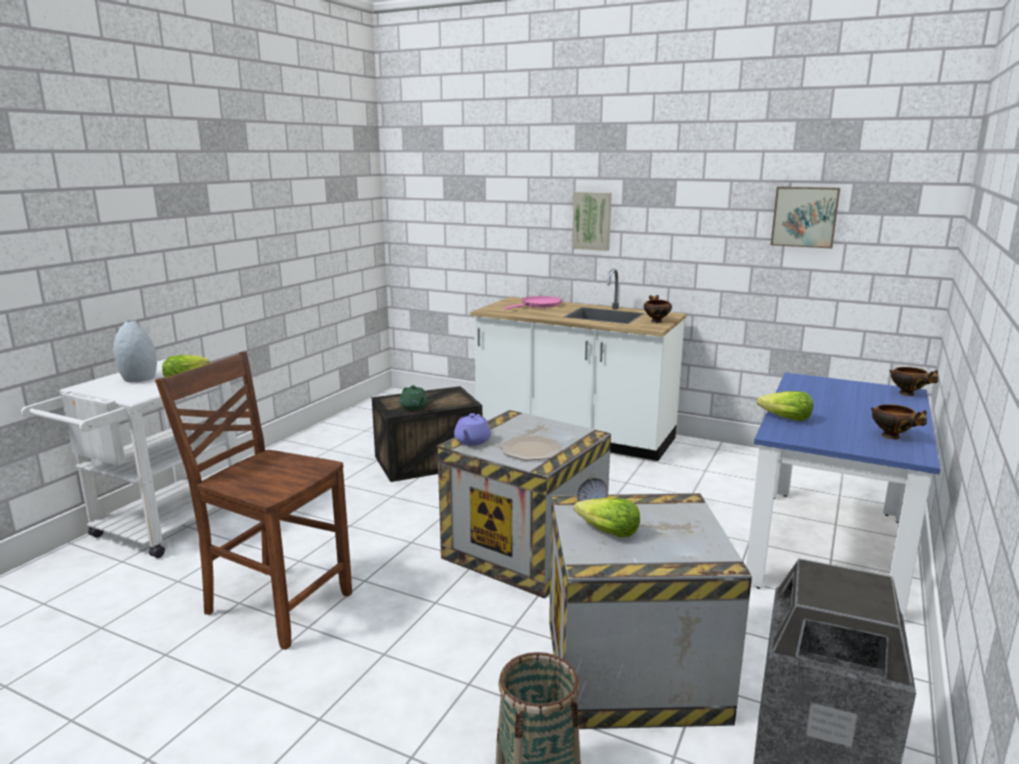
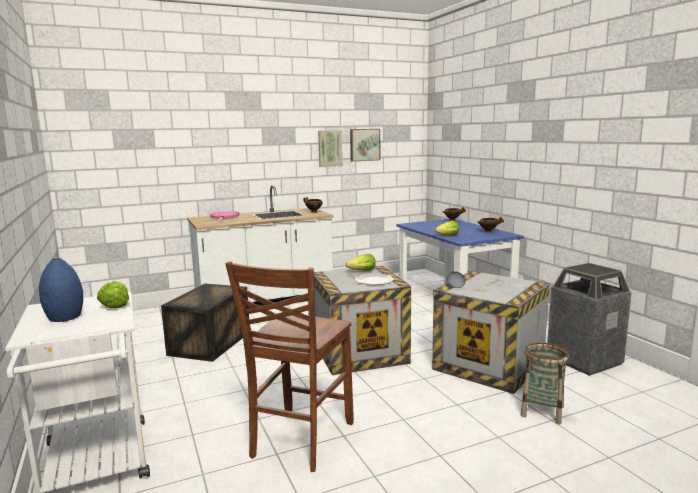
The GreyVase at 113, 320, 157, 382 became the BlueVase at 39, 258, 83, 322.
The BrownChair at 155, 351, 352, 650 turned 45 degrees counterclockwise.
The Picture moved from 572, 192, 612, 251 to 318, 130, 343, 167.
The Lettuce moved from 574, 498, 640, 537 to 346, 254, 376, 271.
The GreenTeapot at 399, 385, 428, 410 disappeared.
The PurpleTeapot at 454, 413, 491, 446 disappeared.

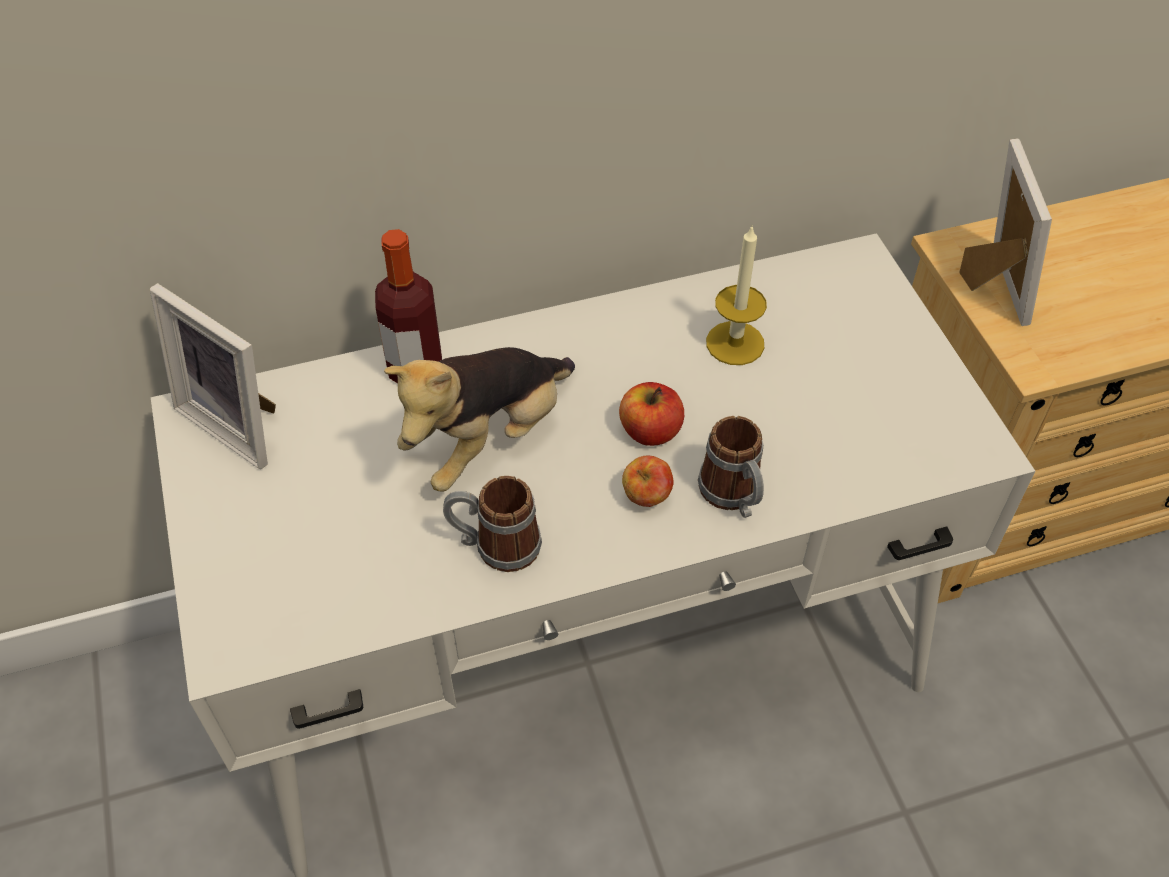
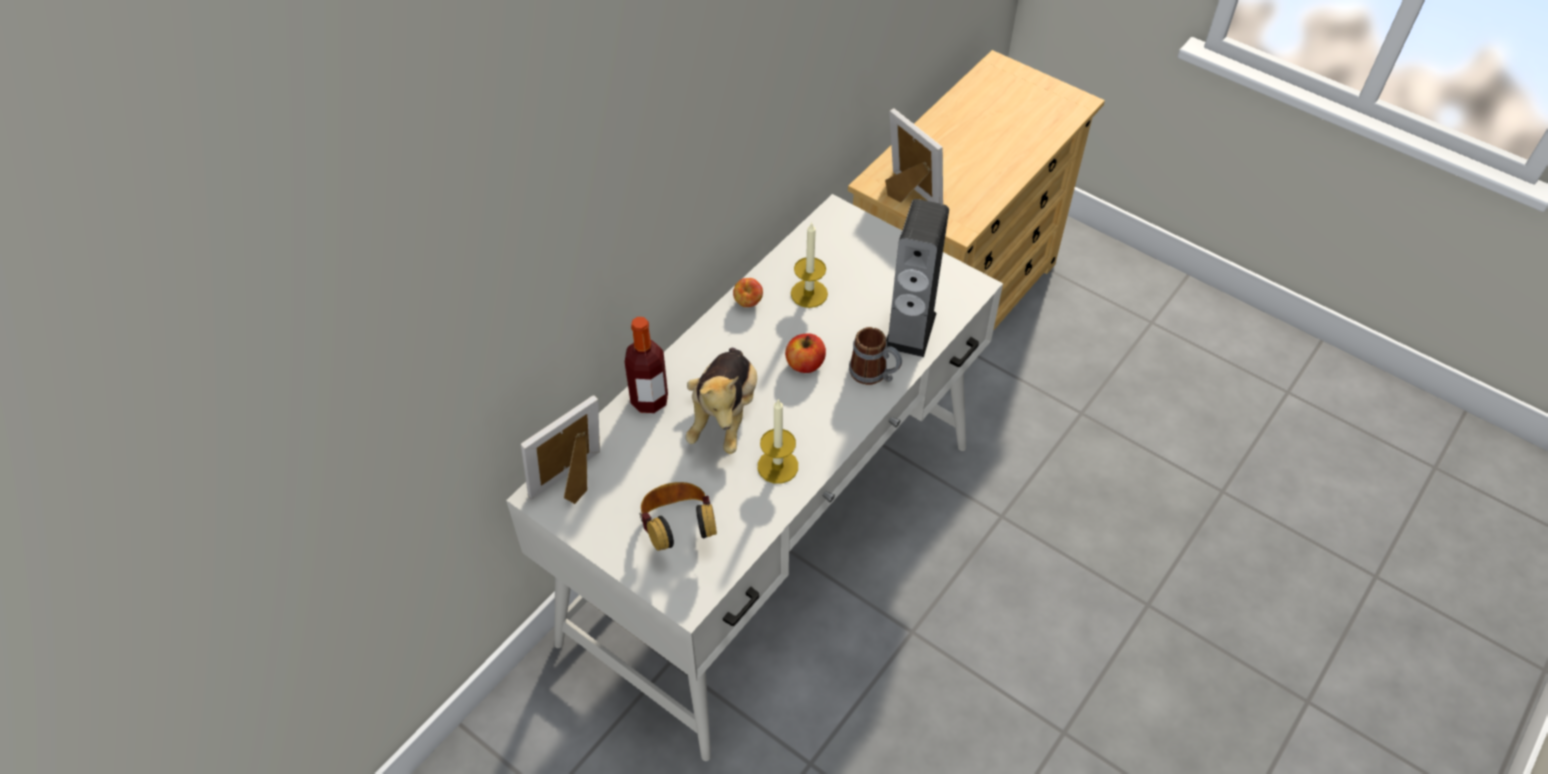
The PictureFrame at 150, 283, 276, 469 turned 135 degrees clockwise.
The Headphones at 640, 482, 717, 551 appeared.
The Apple moved from 622, 456, 674, 507 to 733, 278, 763, 307.
The Mug at 443, 476, 542, 572 was replaced by the Candle at 758, 399, 798, 484.
The Speaker at 886, 199, 949, 357 appeared.

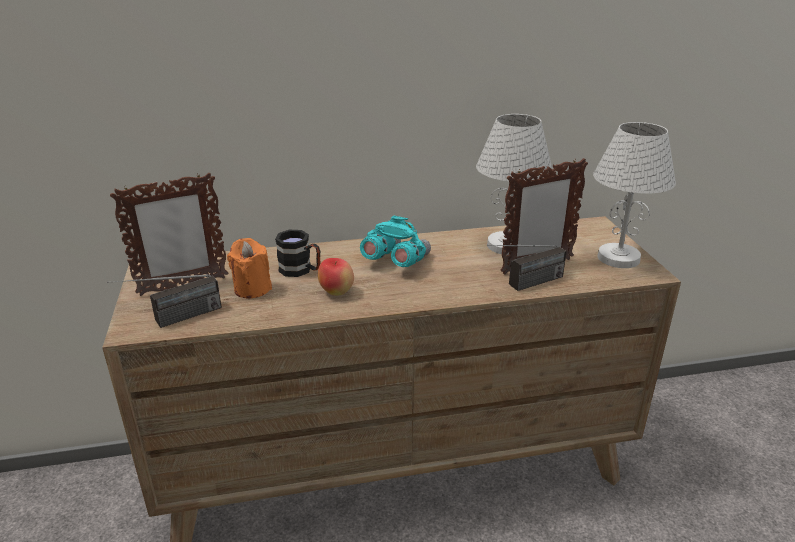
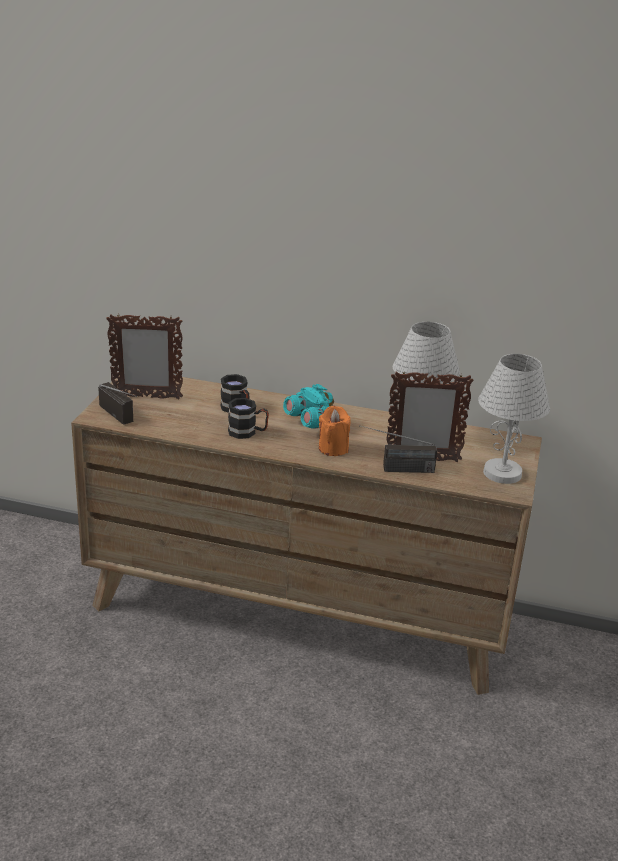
The Radio at 107, 274, 222, 328 turned 120 degrees counterclockwise.
The Apple at 318, 258, 354, 296 was replaced by the BlackMug at 228, 398, 269, 439.
The OrangeCandle moved from 227, 238, 272, 299 to 319, 406, 350, 456.

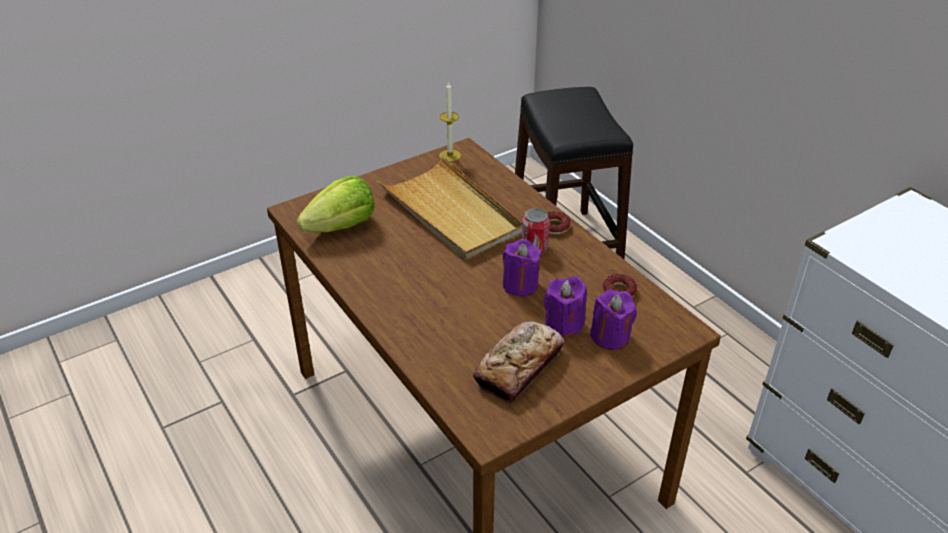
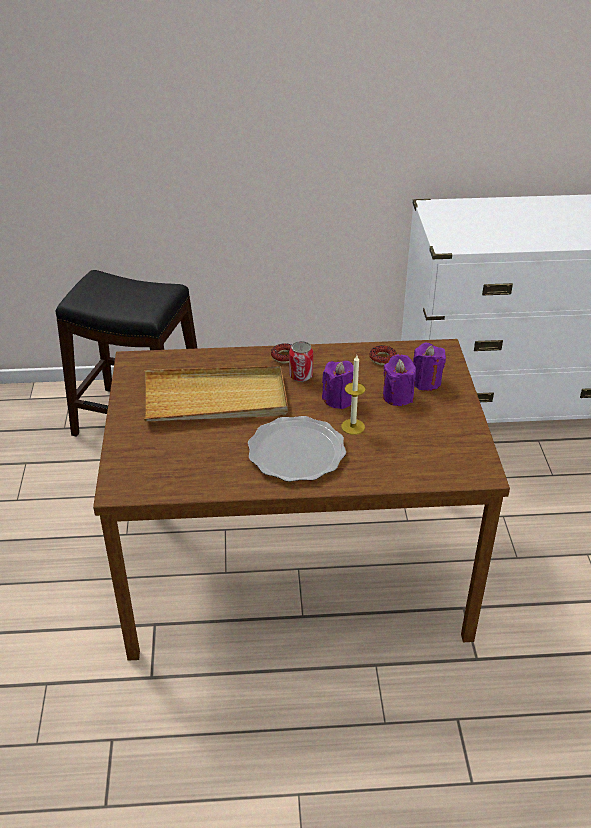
The Plate at 248, 416, 346, 482 appeared.
The Candle moved from 439, 81, 461, 162 to 341, 355, 365, 435.
The Lettuce at 297, 176, 375, 232 disappeared.
The Bread at 473, 321, 564, 404 disappeared.

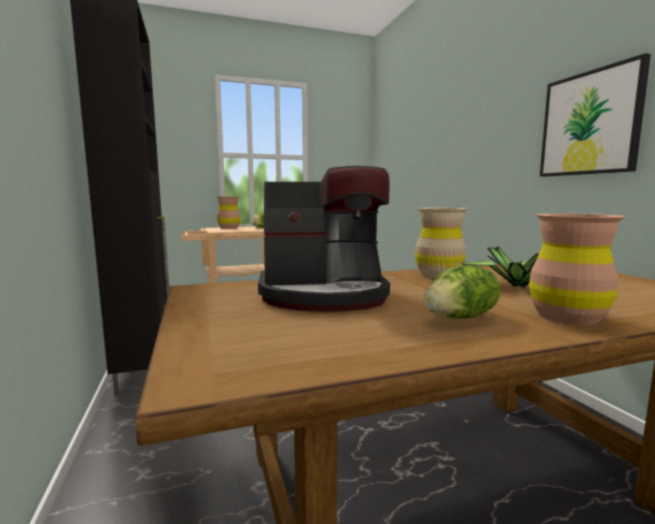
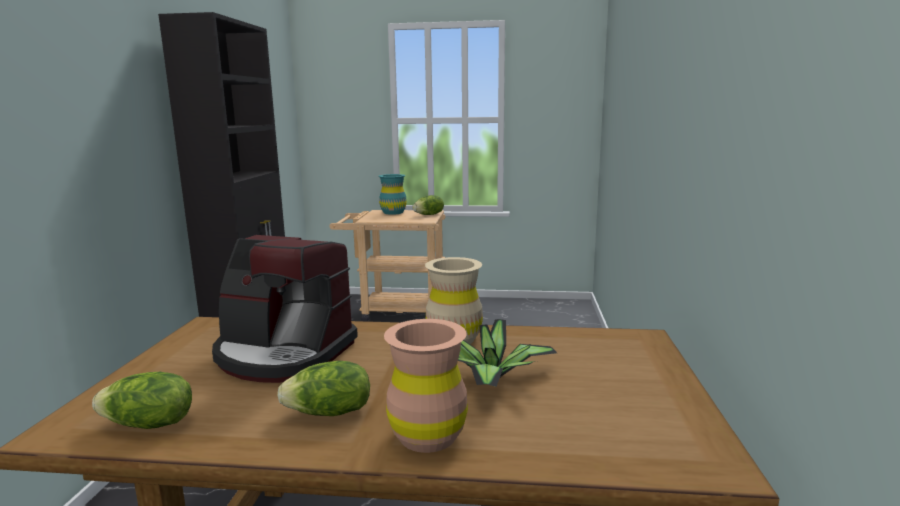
The Lettuce at 92, 372, 192, 429 appeared.
The BrownVase at 217, 197, 241, 229 became the TurquoiseVase at 379, 174, 407, 215.
The Picture at 540, 53, 651, 177 disappeared.

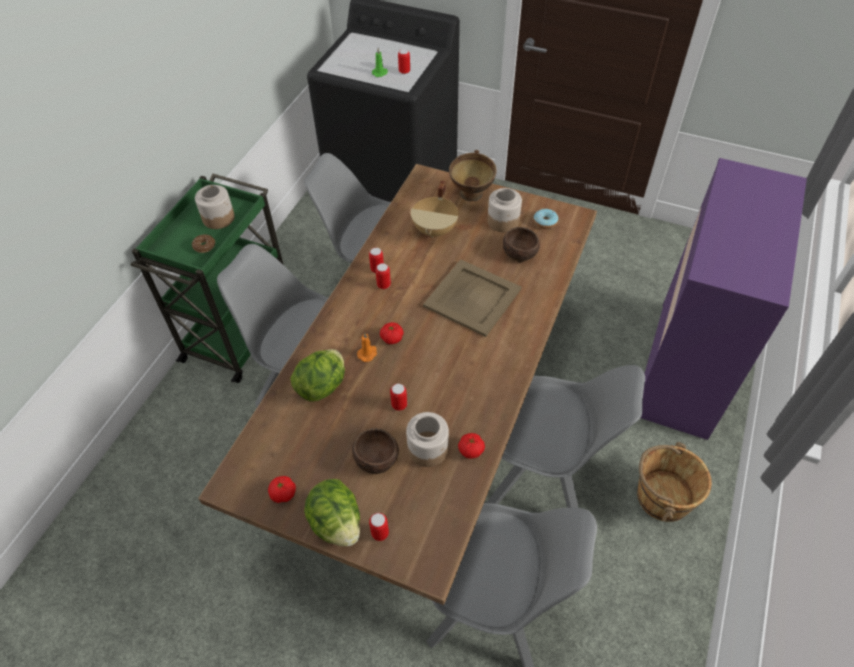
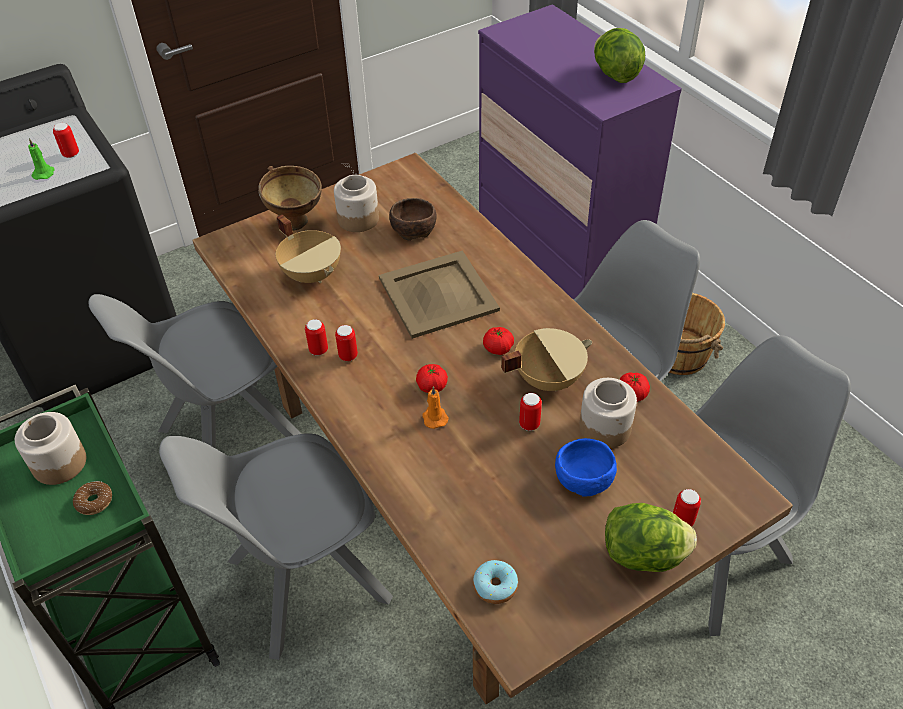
The Donut moved from 534, 209, 559, 229 to 473, 560, 518, 604.
The Tomato moved from 268, 476, 296, 503 to 483, 327, 514, 355.
The BeigeCookingPot at 501, 328, 592, 391 appeared.
The BrownBowl at 352, 428, 399, 474 became the BlueBowl at 555, 438, 617, 497.
The Lettuce moved from 291, 349, 345, 402 to 594, 28, 645, 83.

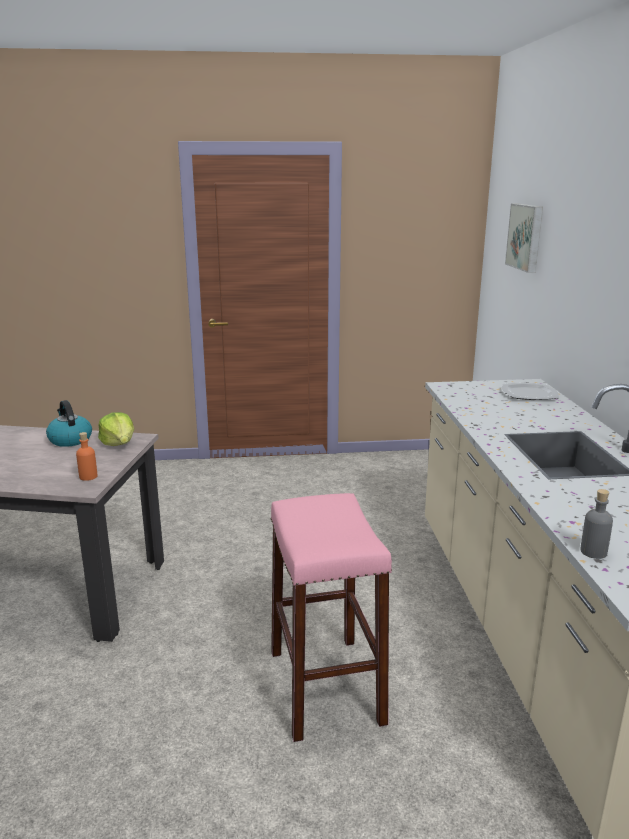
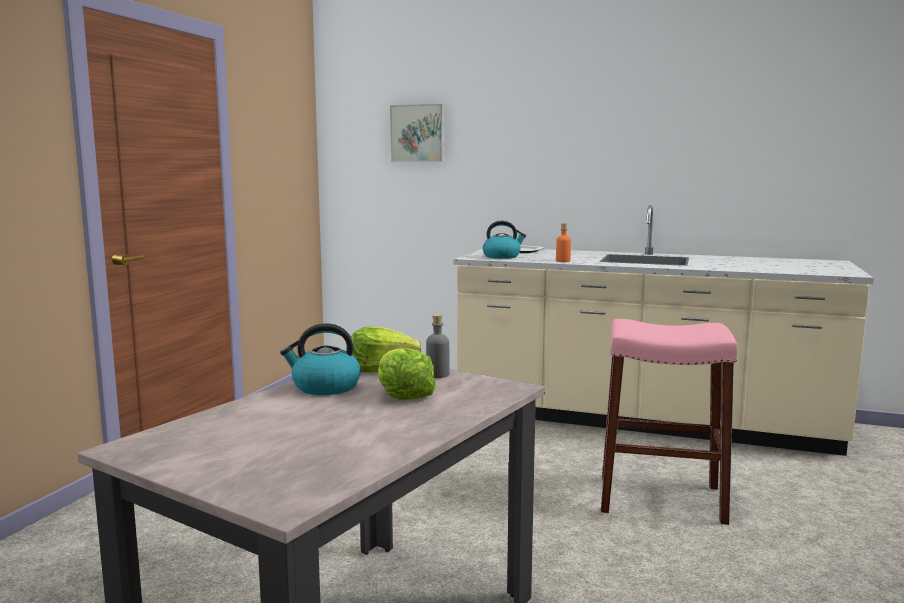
The Lettuce at 378, 348, 436, 400 appeared.
The GreyBottle moved from 580, 489, 613, 559 to 426, 314, 450, 378.
The Kettle at 483, 221, 526, 259 appeared.
The OrangeBottle moved from 76, 432, 98, 481 to 556, 223, 571, 262.

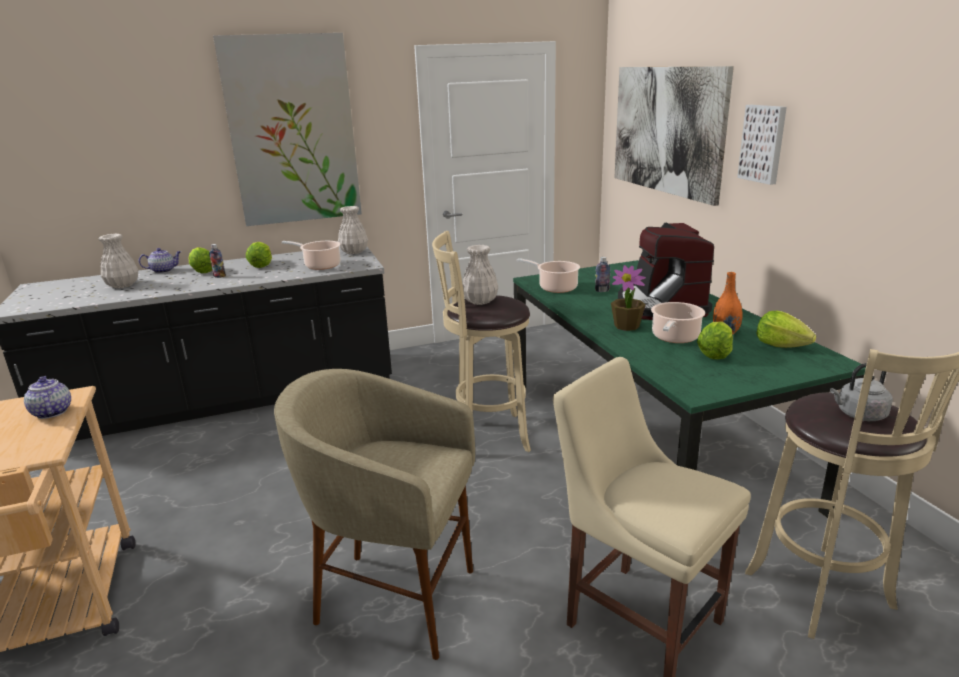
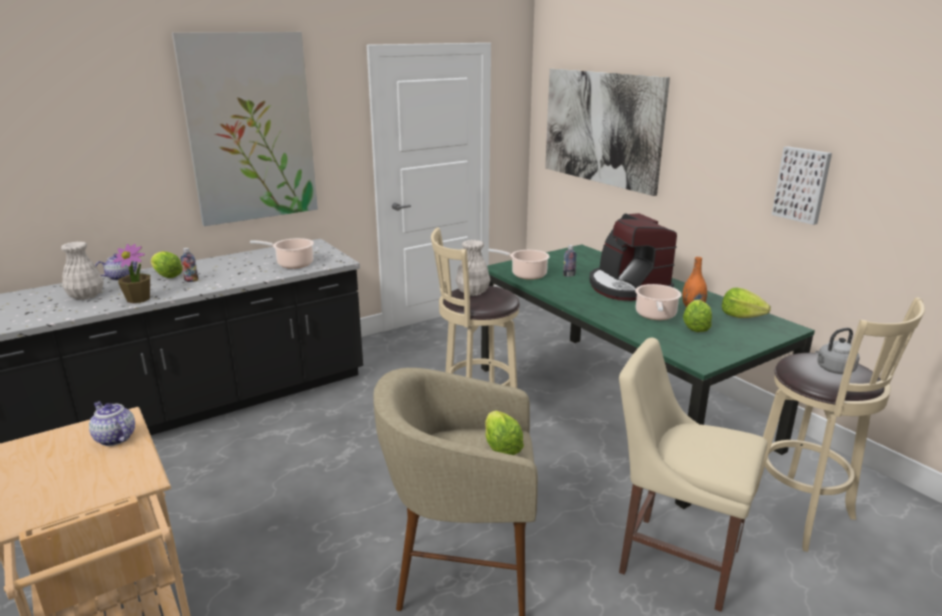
The PottedPlant moved from 611, 265, 646, 331 to 113, 244, 150, 303.
The Lettuce moved from 246, 242, 272, 268 to 485, 411, 524, 455.
The Picture moved from 737, 105, 787, 185 to 772, 146, 832, 225.
The WhiteVase at 338, 206, 368, 254 disappeared.

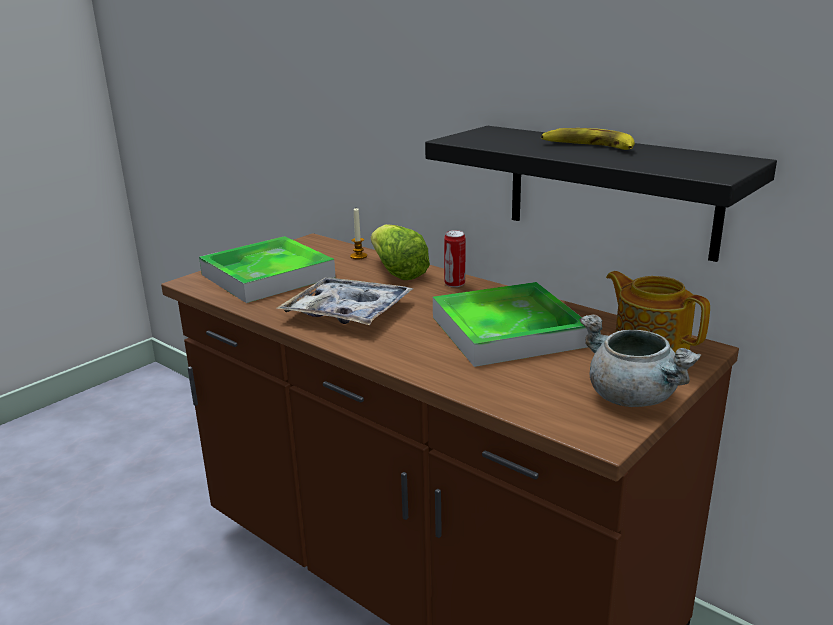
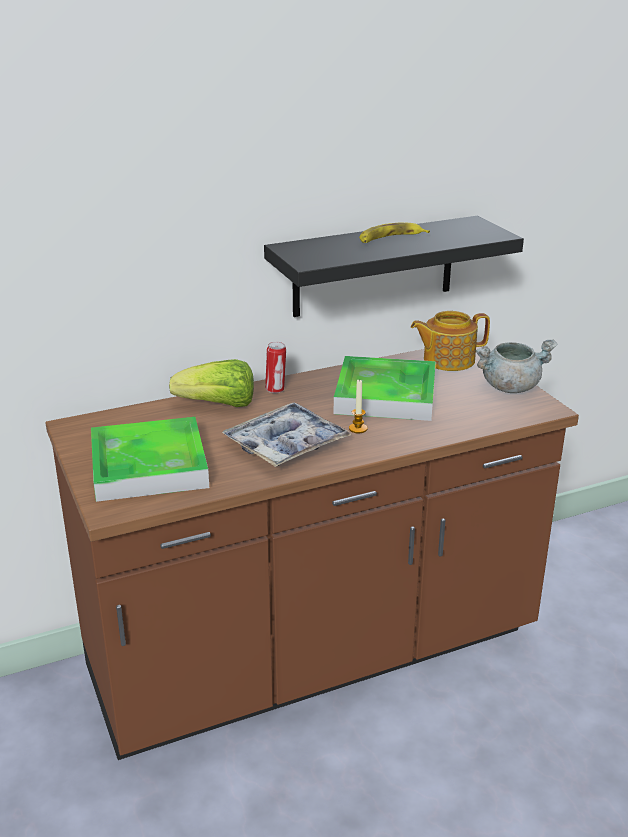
The Candle moved from 350, 208, 367, 259 to 349, 379, 367, 433.

